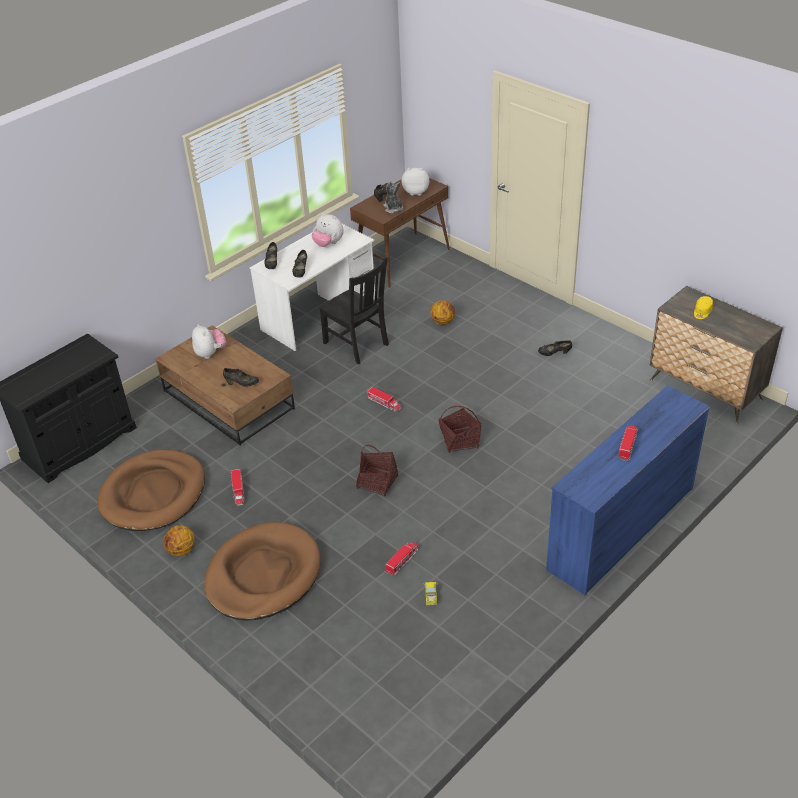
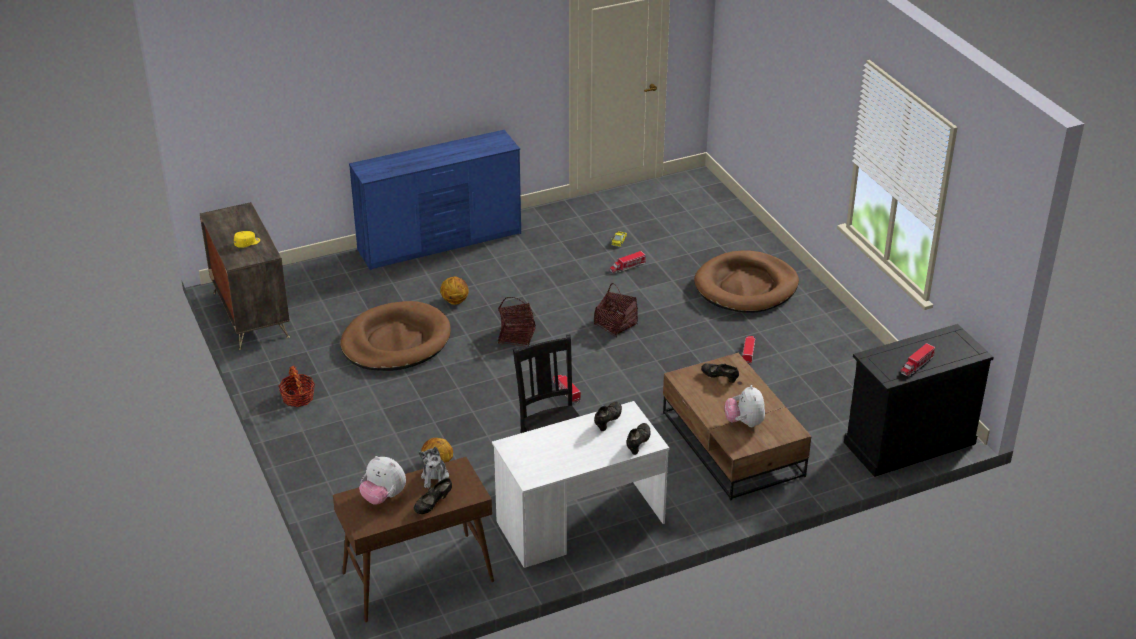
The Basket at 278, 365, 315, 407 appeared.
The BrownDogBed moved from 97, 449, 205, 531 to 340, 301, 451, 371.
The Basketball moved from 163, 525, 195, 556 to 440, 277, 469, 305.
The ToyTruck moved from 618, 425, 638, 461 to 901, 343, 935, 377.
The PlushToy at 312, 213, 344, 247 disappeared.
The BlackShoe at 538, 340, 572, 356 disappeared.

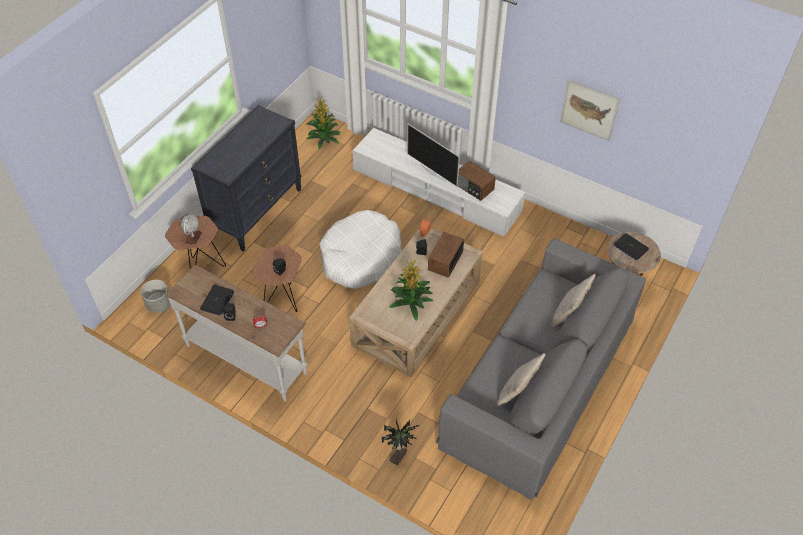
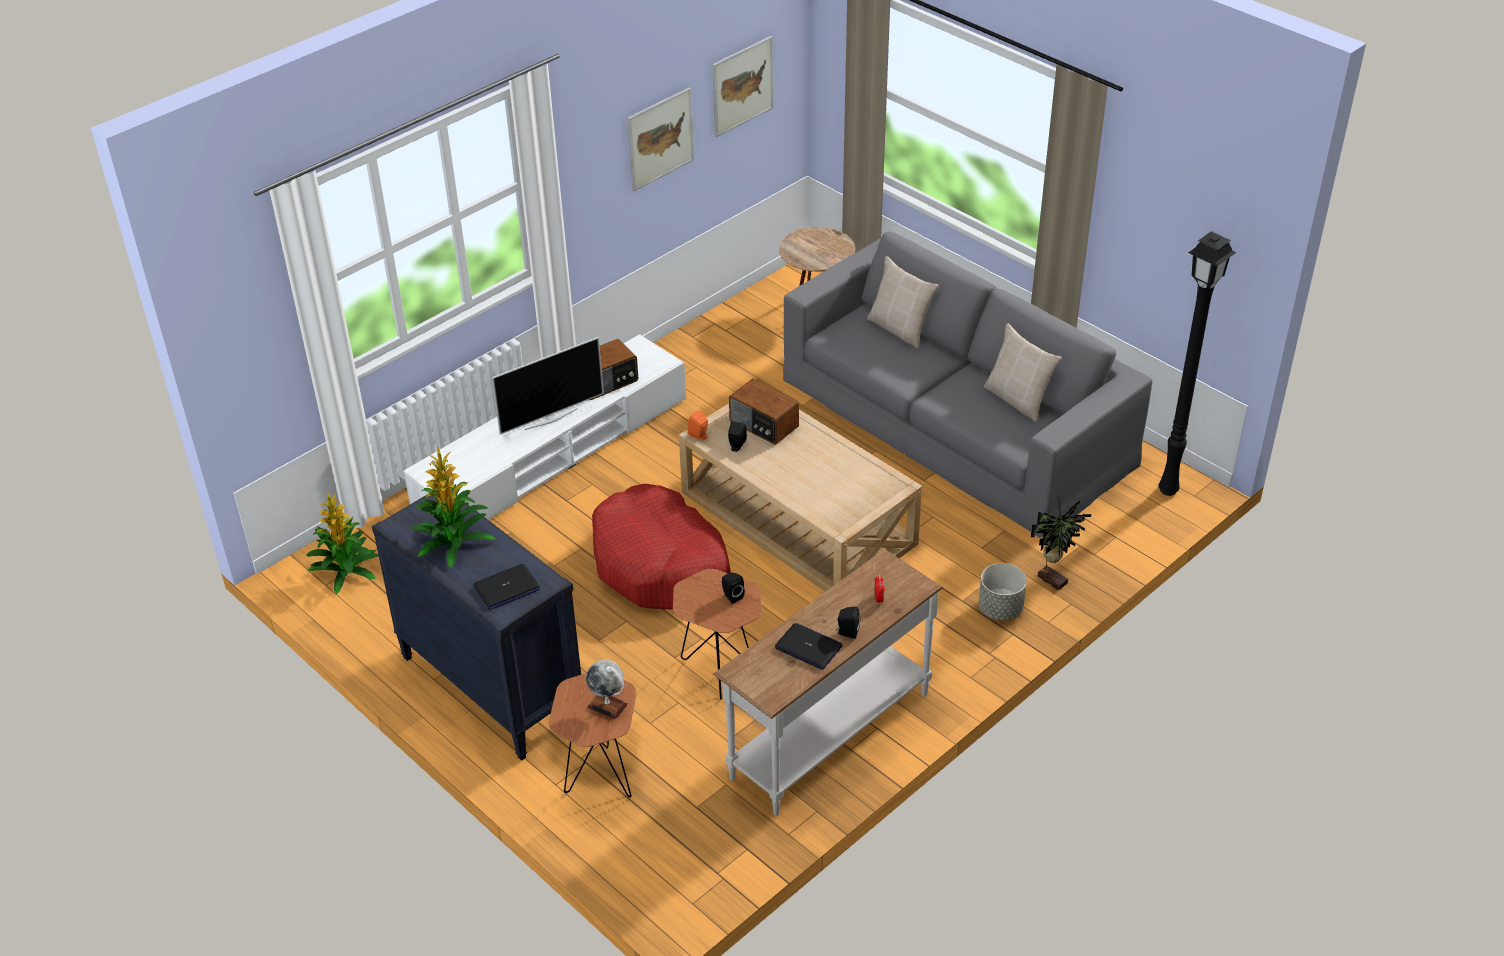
The PottedPlant moved from 389, 260, 433, 321 to 410, 446, 496, 568.
The Laptop moved from 614, 233, 649, 260 to 473, 564, 540, 610.
The WhiteDogBed at 320, 210, 402, 289 became the RedDogBed at 592, 484, 731, 610.
The Picture at 712, 36, 774, 137 appeared.
The GreyPlanter moved from 141, 280, 171, 313 to 979, 563, 1027, 621.
The BlackFloorLamp at 1158, 231, 1237, 496 appeared.

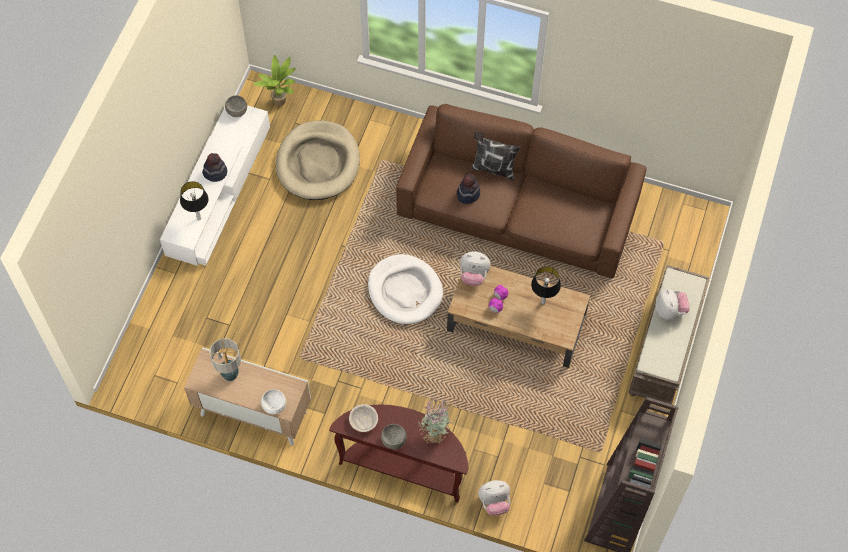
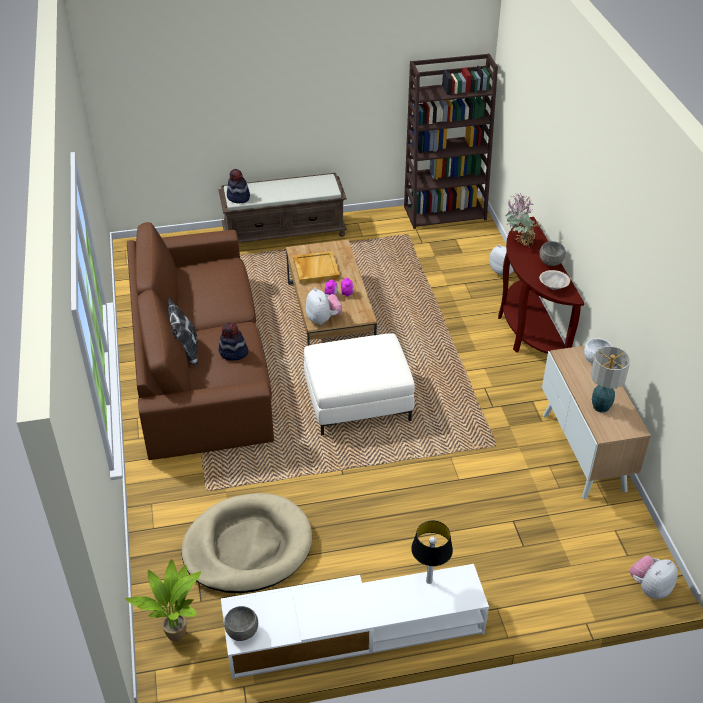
The Hat moved from 202, 153, 227, 182 to 227, 169, 250, 203.
The TableLamp at 531, 266, 561, 304 was replaced by the BeigeTray at 293, 251, 340, 284.
The WhiteDogBed at 368, 254, 443, 324 was replaced by the WhiteOttoman at 304, 333, 415, 435.
The PlushToy moved from 656, 288, 690, 320 to 630, 556, 678, 599.

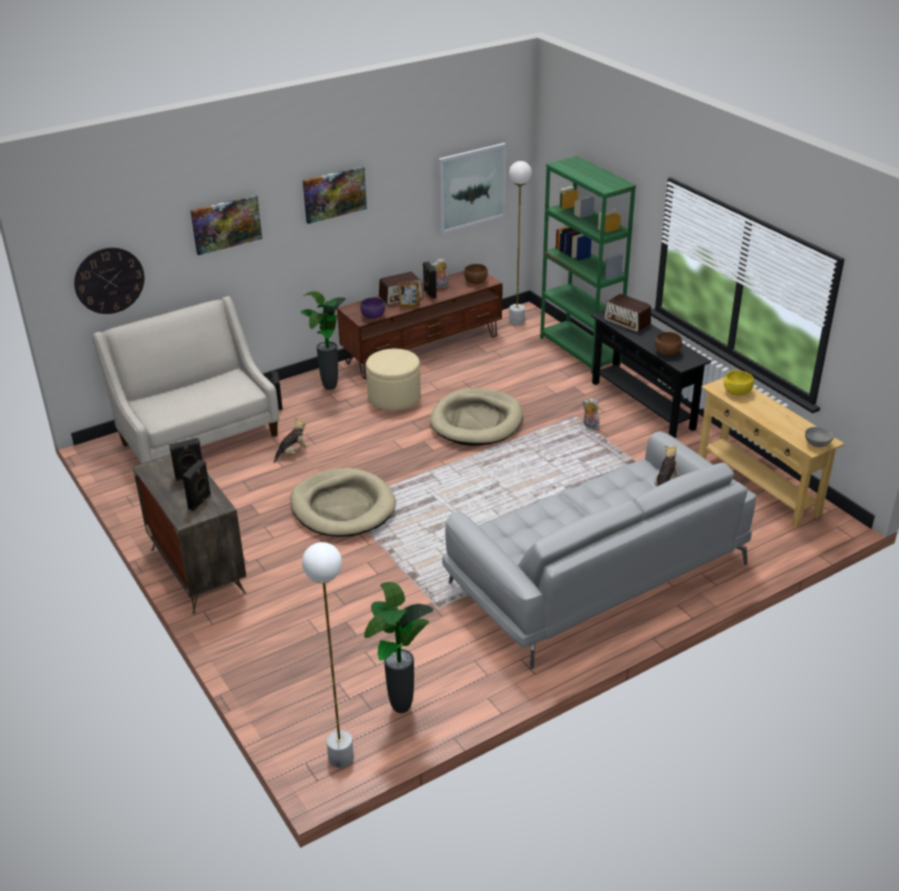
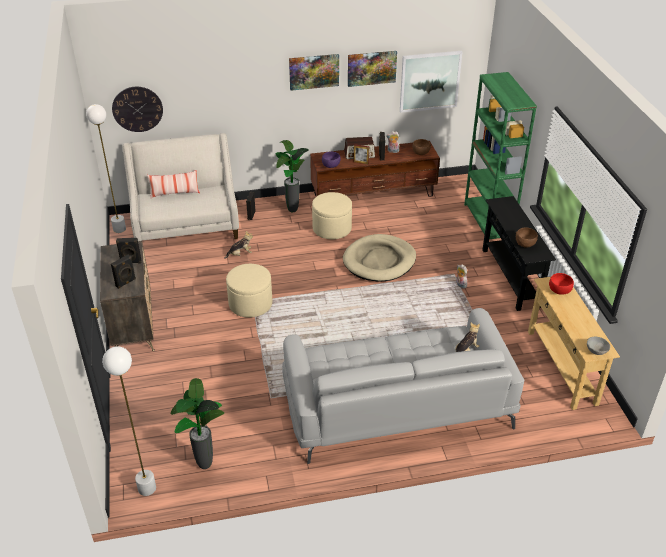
The WhiteFloorLamp moved from 509, 161, 532, 326 to 86, 104, 126, 233.
The Pillow at 147, 170, 200, 198 appeared.
The BeigeDogBed at 290, 468, 396, 537 was replaced by the BeigeOttoman at 226, 264, 273, 318.
The Picture moved from 190, 195, 262, 255 to 348, 51, 397, 87.
The YellowBowl at 724, 370, 754, 396 became the RedBowl at 549, 273, 574, 295.
The Radio at 604, 294, 651, 332 disappeared.

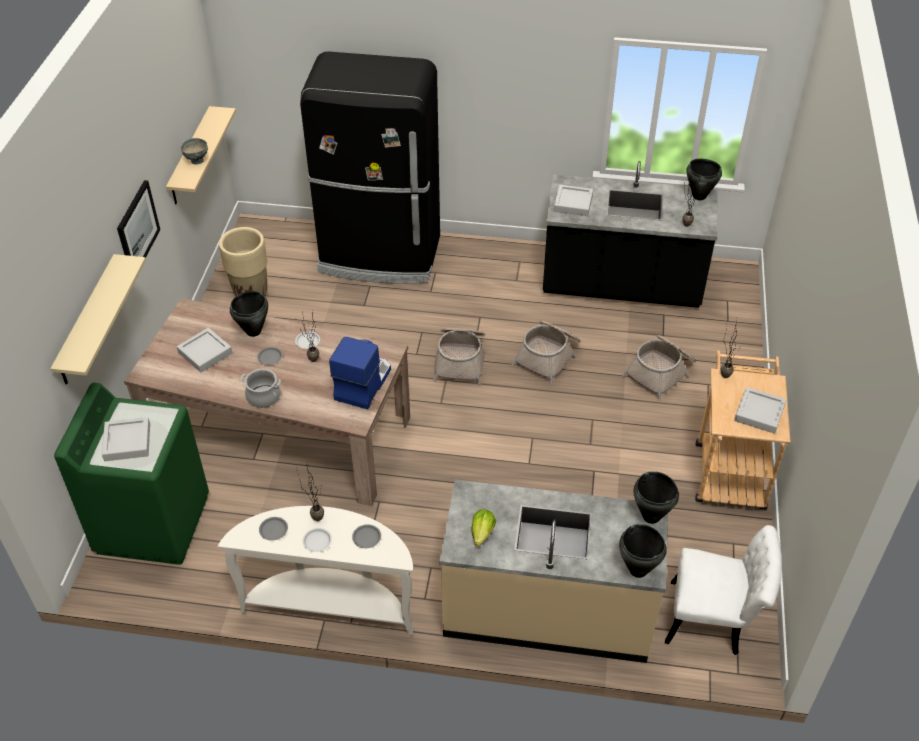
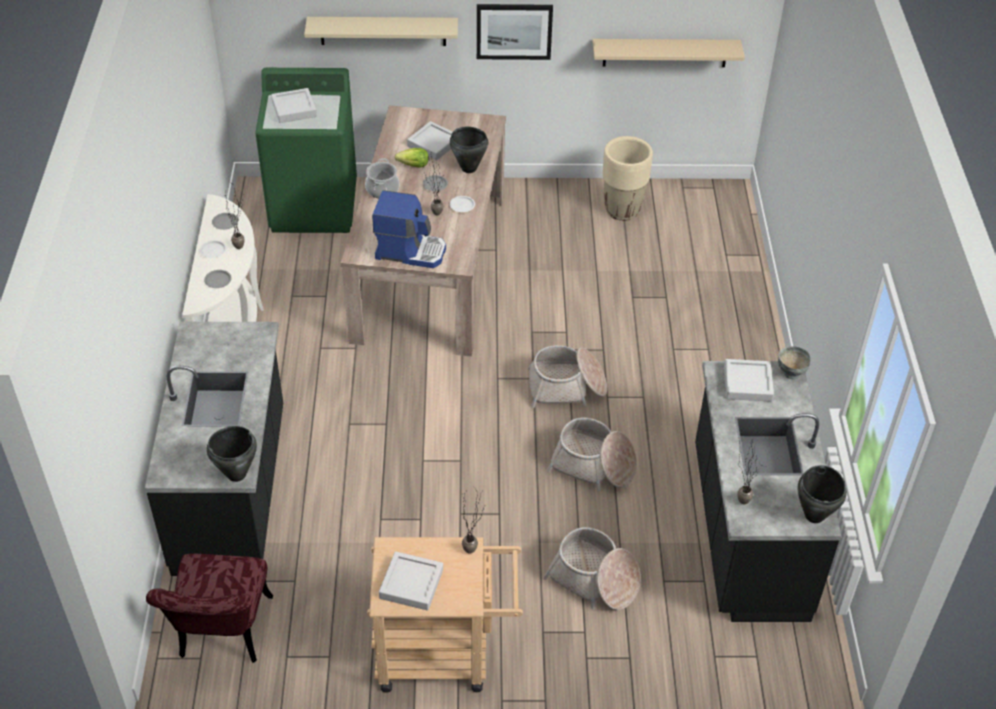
The BeigeCounter at 439, 480, 668, 663 became the BlackCounter at 145, 322, 283, 576.
The WhiteChair at 665, 525, 782, 655 became the RedChair at 146, 554, 273, 663.
The Lettuce moved from 471, 509, 496, 546 to 395, 148, 428, 168.
The GreyBowl moved from 181, 138, 208, 164 to 778, 346, 810, 379.
The BlackFridge at 300, 51, 440, 284 disappeared.
The BlackCookingPot at 619, 524, 667, 578 disappeared.

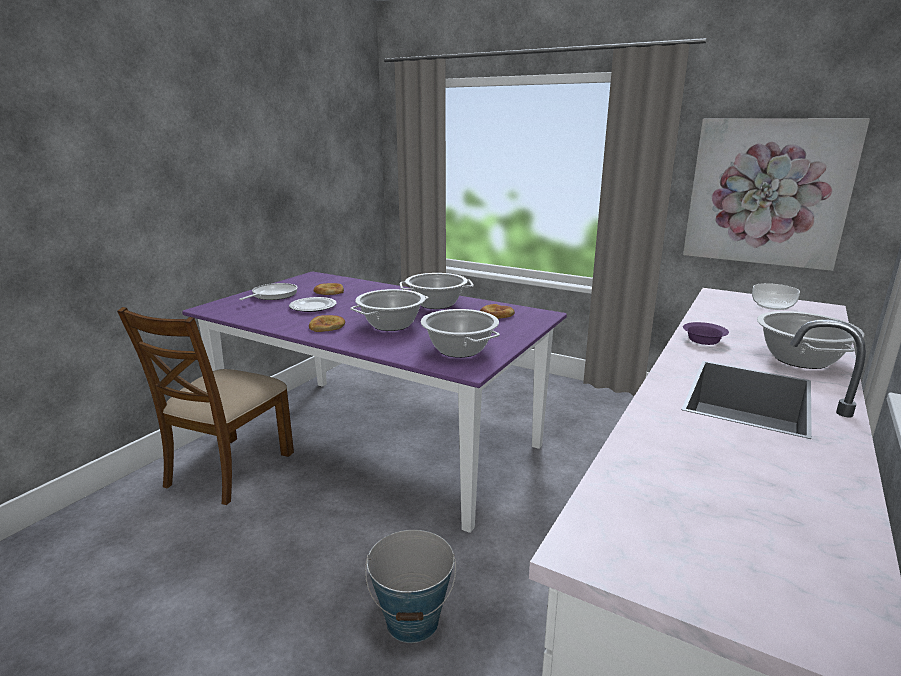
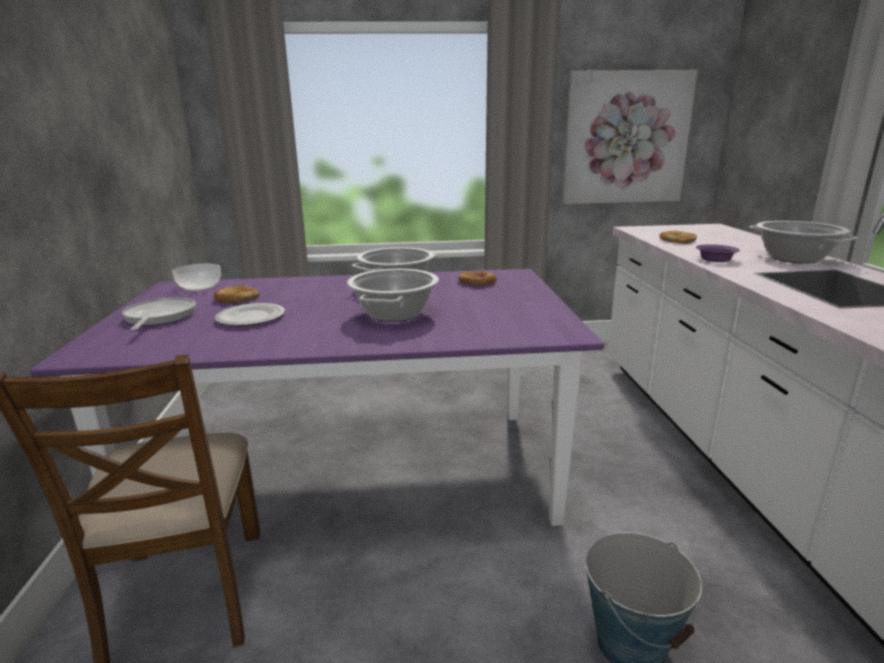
The Bowl moved from 752, 283, 800, 310 to 172, 264, 221, 291.
The Bread moved from 309, 315, 345, 332 to 659, 231, 697, 244.
The CookingPot at 421, 309, 500, 358 disappeared.

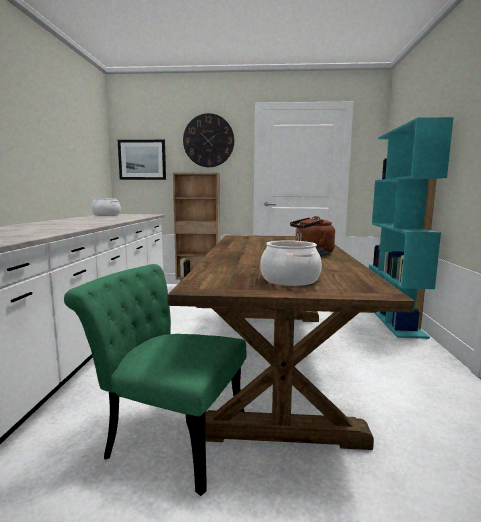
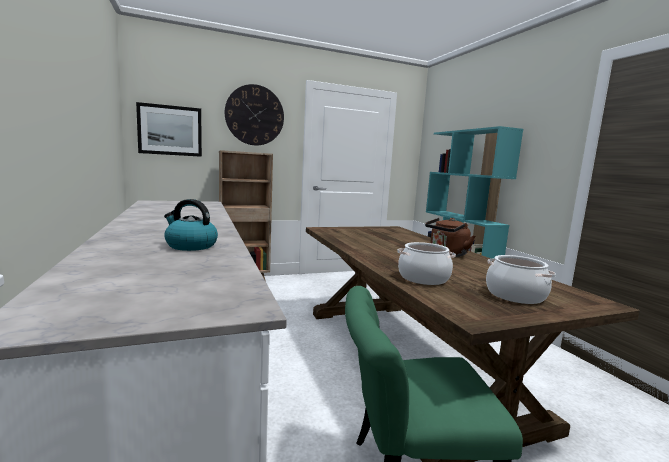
The Kettle at 164, 199, 218, 251 appeared.
The CookingPot moved from 91, 198, 121, 216 to 397, 242, 456, 285.

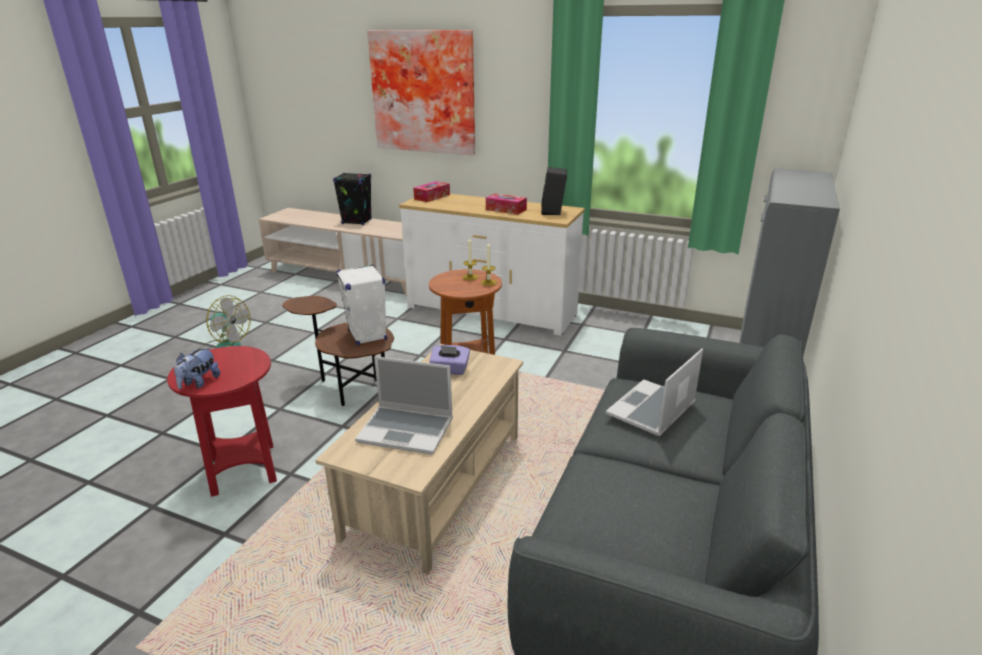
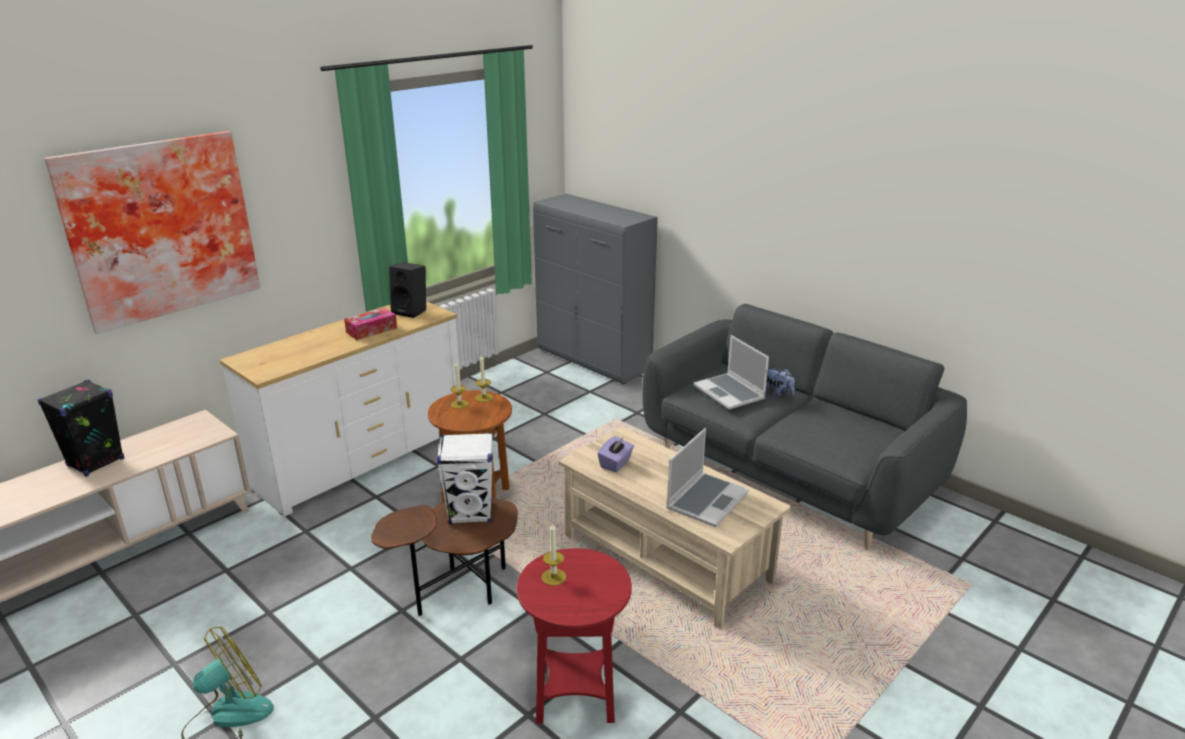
The Candle at 542, 523, 566, 586 appeared.
The PlushToy moved from 174, 347, 220, 389 to 766, 368, 795, 397.
The TissueBox at 413, 181, 450, 202 disappeared.

